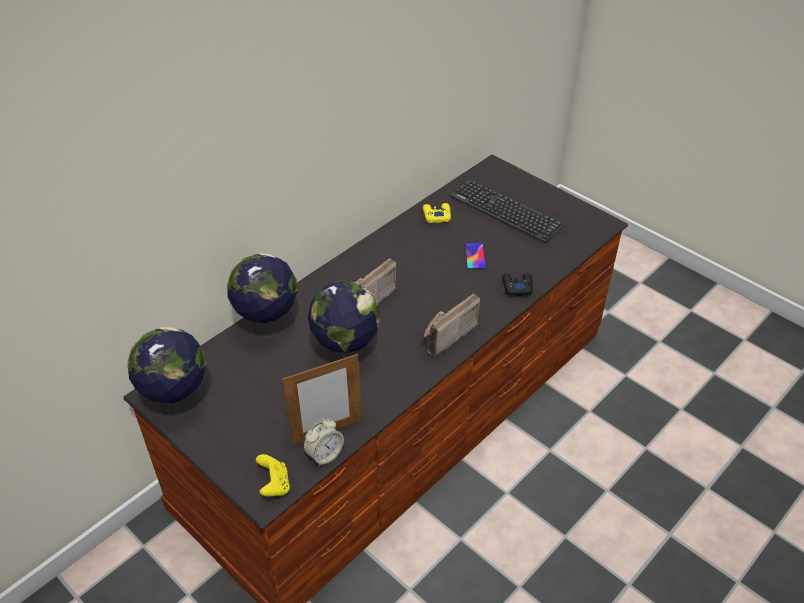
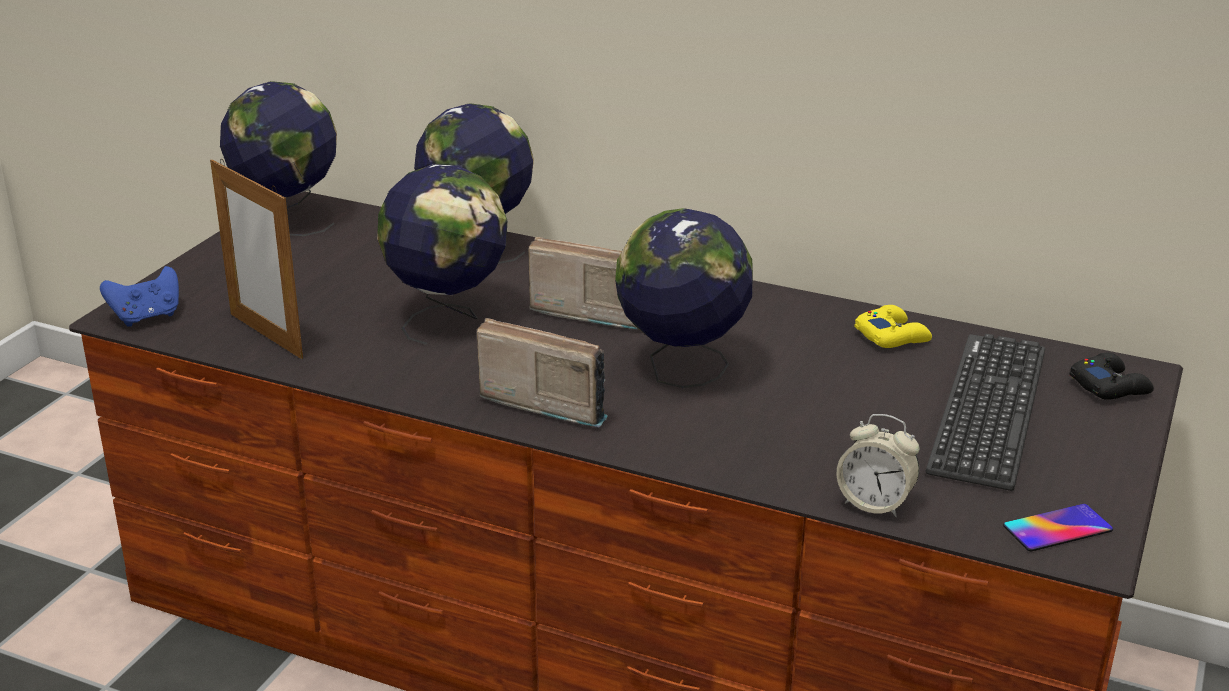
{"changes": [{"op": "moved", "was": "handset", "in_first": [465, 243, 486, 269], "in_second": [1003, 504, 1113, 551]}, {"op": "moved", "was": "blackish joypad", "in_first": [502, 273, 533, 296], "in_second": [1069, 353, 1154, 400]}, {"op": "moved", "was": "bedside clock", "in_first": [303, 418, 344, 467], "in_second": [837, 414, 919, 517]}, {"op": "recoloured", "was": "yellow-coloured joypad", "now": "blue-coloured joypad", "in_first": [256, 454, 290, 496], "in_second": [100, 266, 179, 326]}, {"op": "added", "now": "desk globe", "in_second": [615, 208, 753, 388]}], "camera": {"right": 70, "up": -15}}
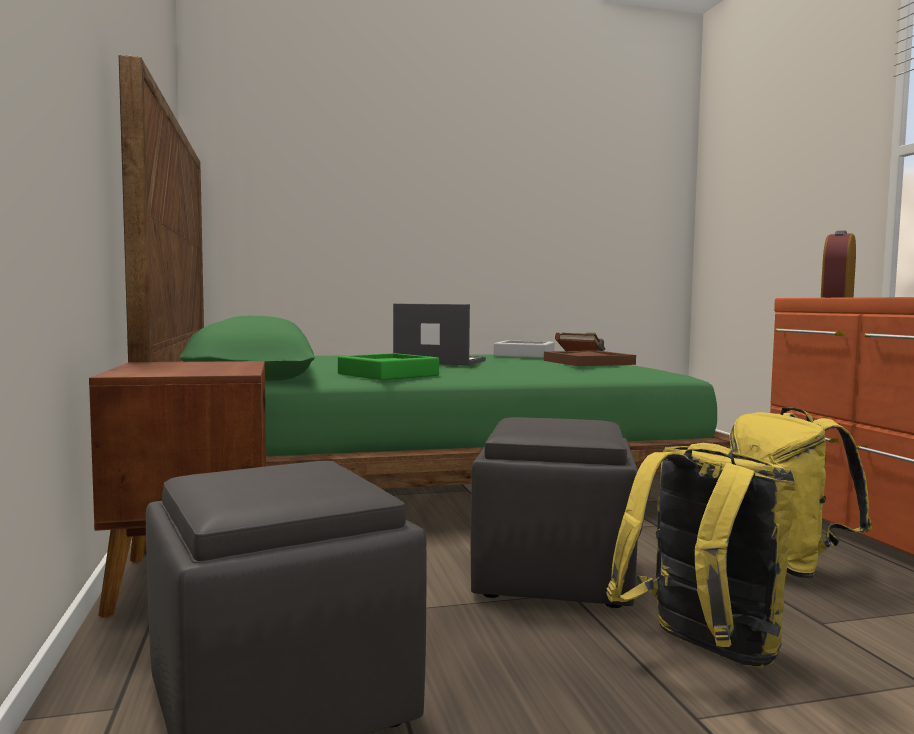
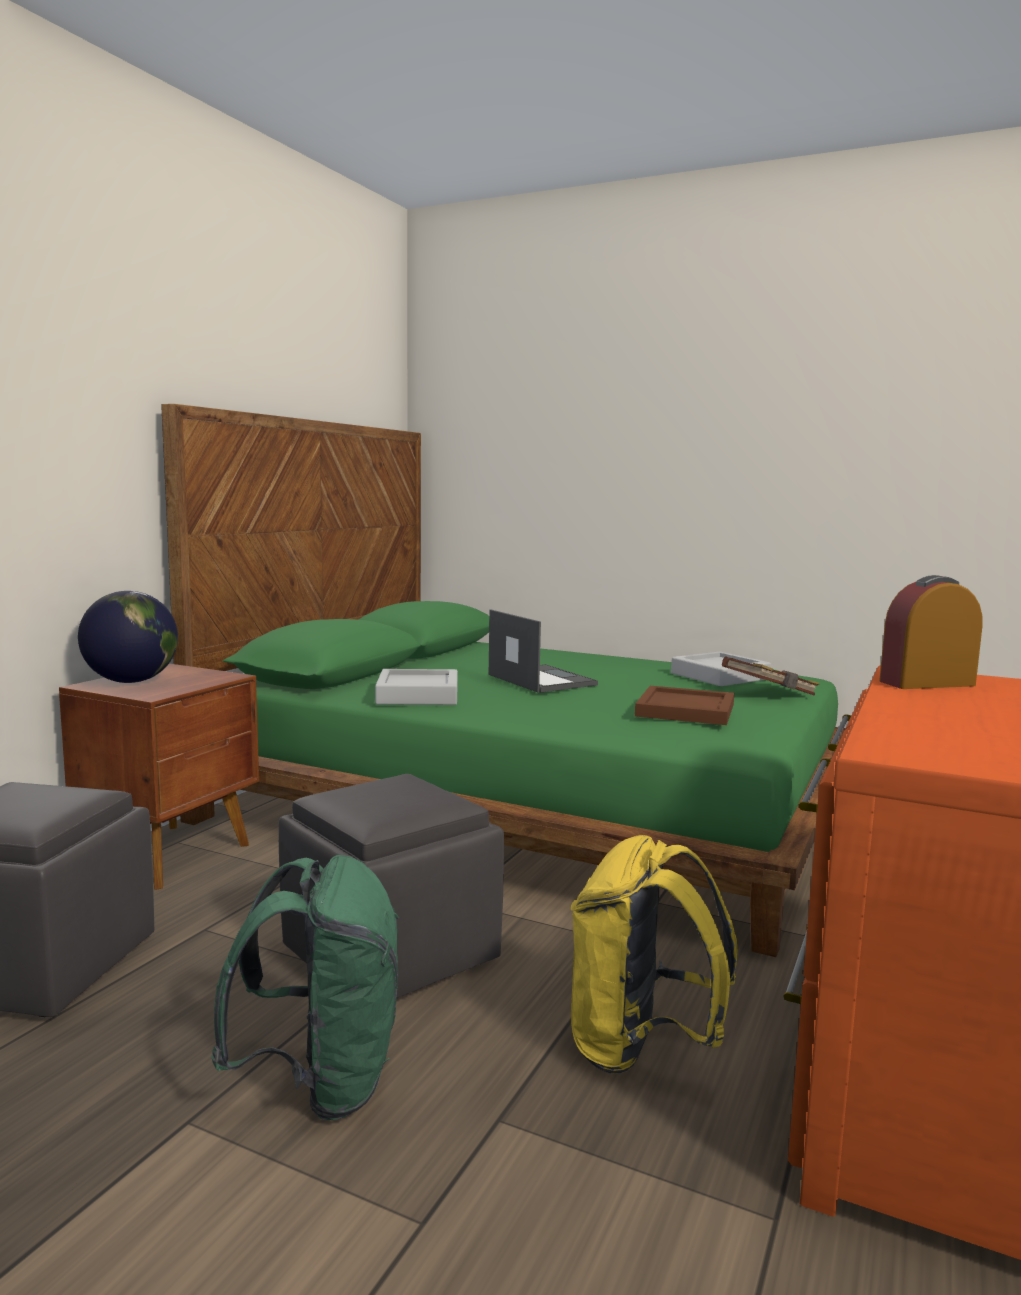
{"changes": [{"op": "recoloured", "was": "green-coloured carrying tray", "now": "gray carrying tray", "in_first": [338, 353, 439, 380], "in_second": [375, 669, 458, 705]}, {"op": "recoloured", "was": "yellow-coloured knapsack", "now": "green-coloured knapsack", "in_first": [606, 443, 796, 668], "in_second": [211, 855, 400, 1120]}, {"op": "added", "now": "desk globe", "in_second": [78, 591, 178, 683]}], "camera": {"right": 40, "up": 5}}
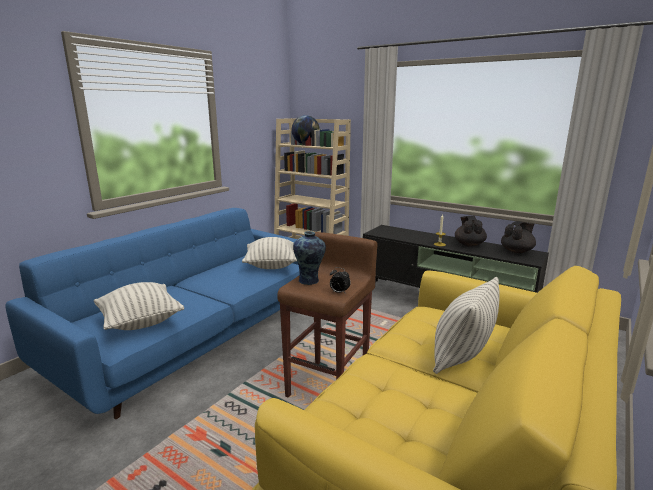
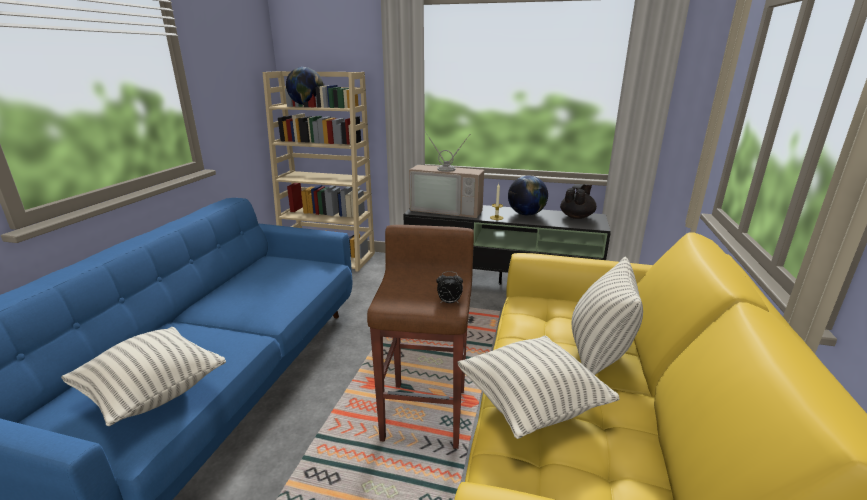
{"changes": [{"op": "replaced", "was": "blackish tea pot", "now": "desk globe", "in_first": [455, 216, 487, 247], "in_second": [508, 175, 548, 216]}, {"op": "removed", "was": "flower vase", "in_first": [293, 231, 326, 285]}, {"op": "moved", "was": "pillow", "in_first": [242, 237, 297, 269], "in_second": [457, 335, 620, 439]}, {"op": "added", "now": "television", "in_second": [409, 132, 484, 218]}], "camera": {"right": -20, "up": 5}}
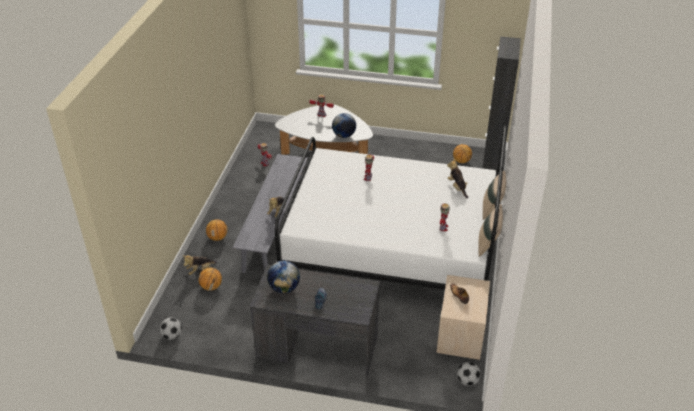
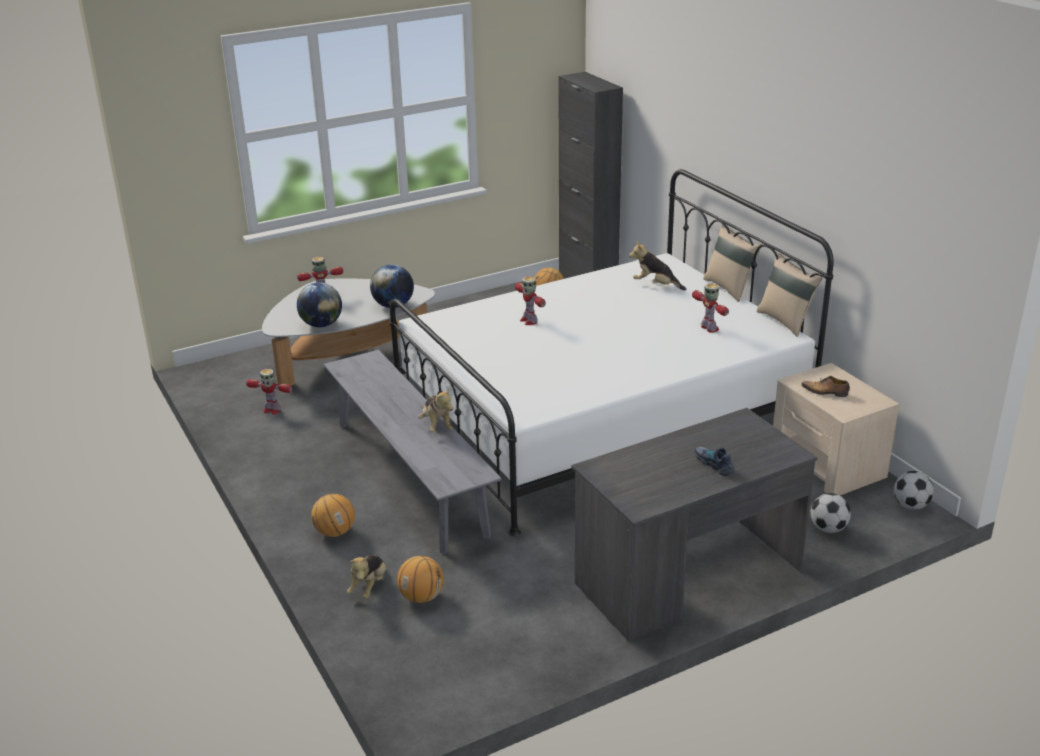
{"changes": [{"op": "moved", "was": "desk globe", "in_first": [267, 260, 300, 293], "in_second": [297, 282, 342, 327]}, {"op": "moved", "was": "ball for football", "in_first": [160, 317, 182, 340], "in_second": [810, 493, 851, 533]}], "camera": {"right": -40, "up": -10}}
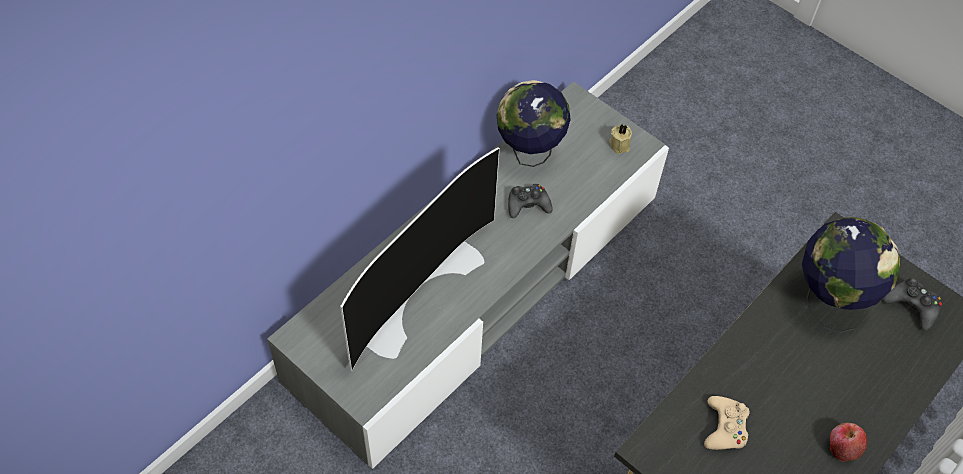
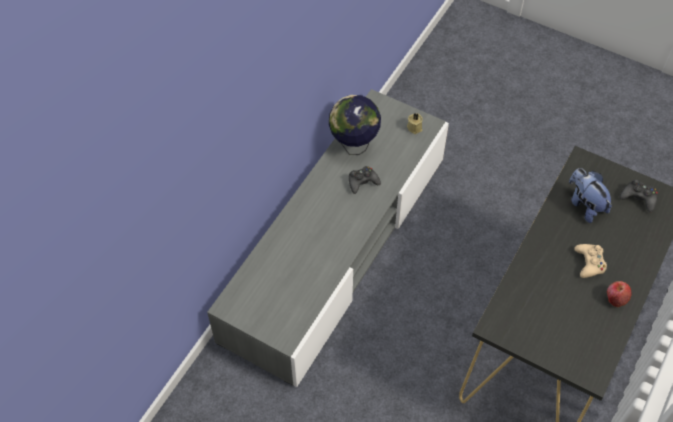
{"changes": [{"op": "removed", "was": "television", "in_first": [340, 147, 500, 371]}, {"op": "replaced", "was": "desk globe", "now": "plush toy", "in_first": [802, 217, 900, 333], "in_second": [569, 168, 612, 223]}, {"op": "moved", "was": "beige joypad", "in_first": [704, 396, 749, 450], "in_second": [574, 244, 607, 278]}], "camera": {"right": -10, "up": 0}}
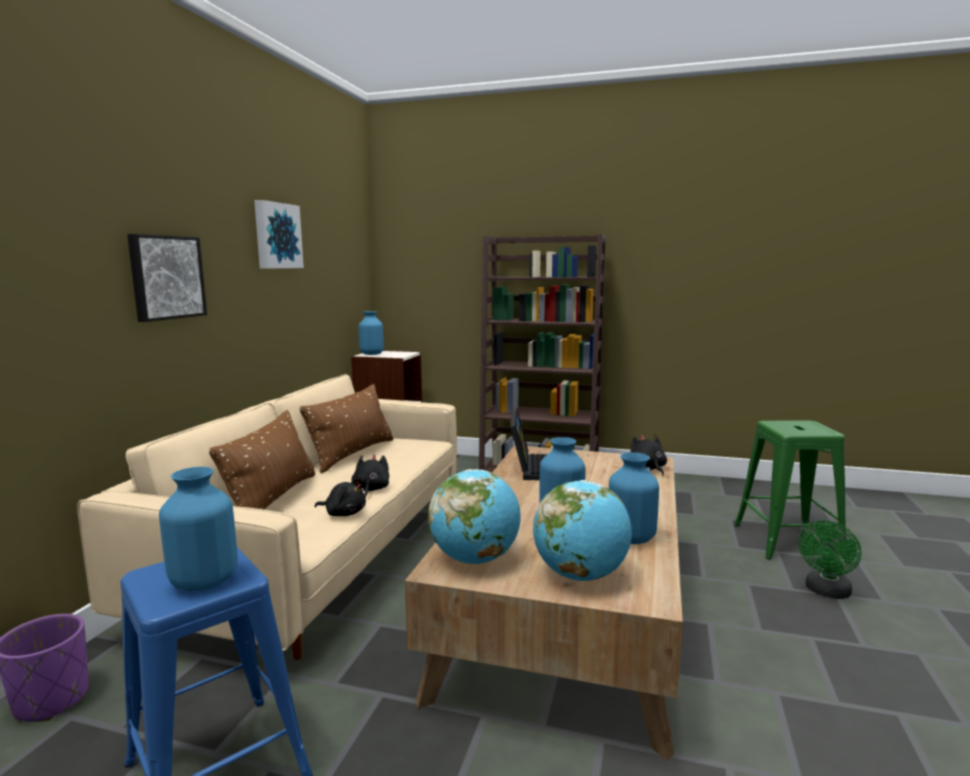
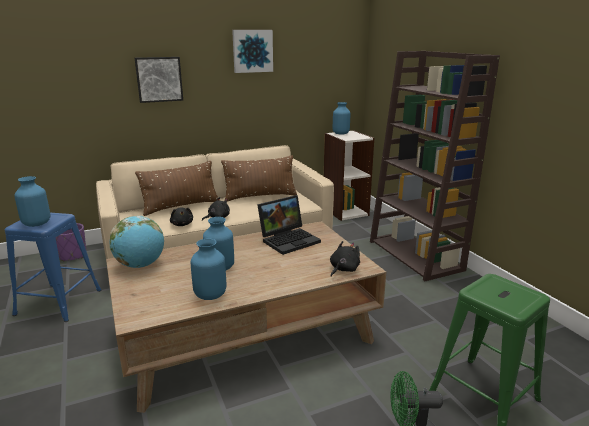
{"changes": [{"op": "removed", "was": "desk globe", "in_first": [533, 480, 632, 581]}], "camera": {"right": 50, "up": 10}}
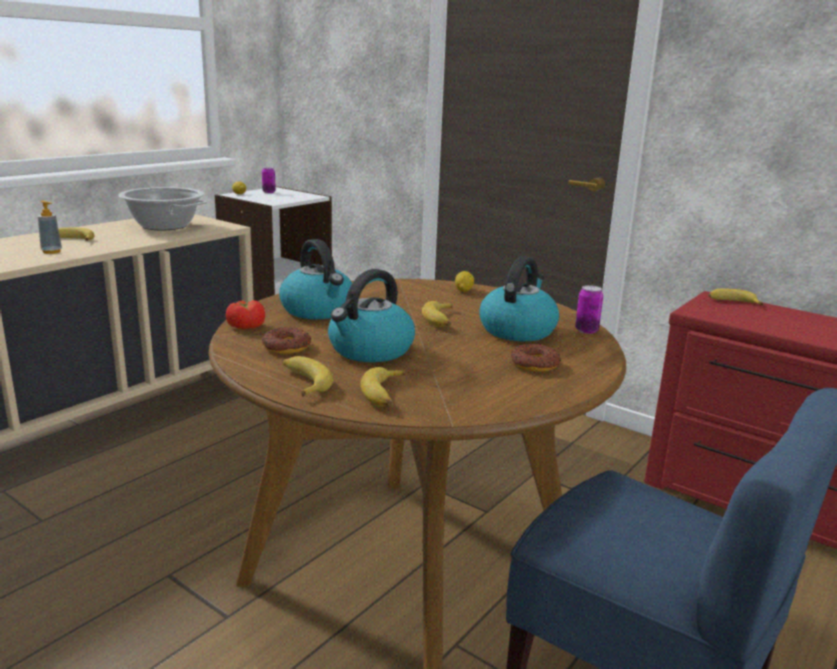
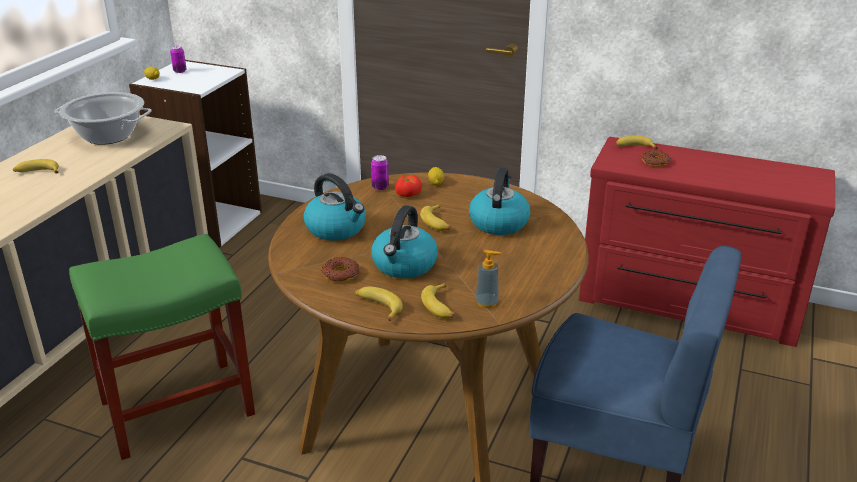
{"changes": [{"op": "moved", "was": "liquid soap bottle", "in_first": [38, 201, 62, 254], "in_second": [476, 250, 501, 308]}, {"op": "moved", "was": "metal can", "in_first": [575, 285, 603, 334], "in_second": [371, 155, 389, 190]}, {"op": "moved", "was": "fresh tomato", "in_first": [226, 300, 265, 329], "in_second": [395, 175, 422, 197]}, {"op": "moved", "was": "doughnut", "in_first": [511, 344, 561, 372], "in_second": [641, 150, 670, 167]}, {"op": "added", "now": "green-coloured stool", "in_second": [69, 234, 255, 460]}], "camera": {"right": -15, "up": 10}}
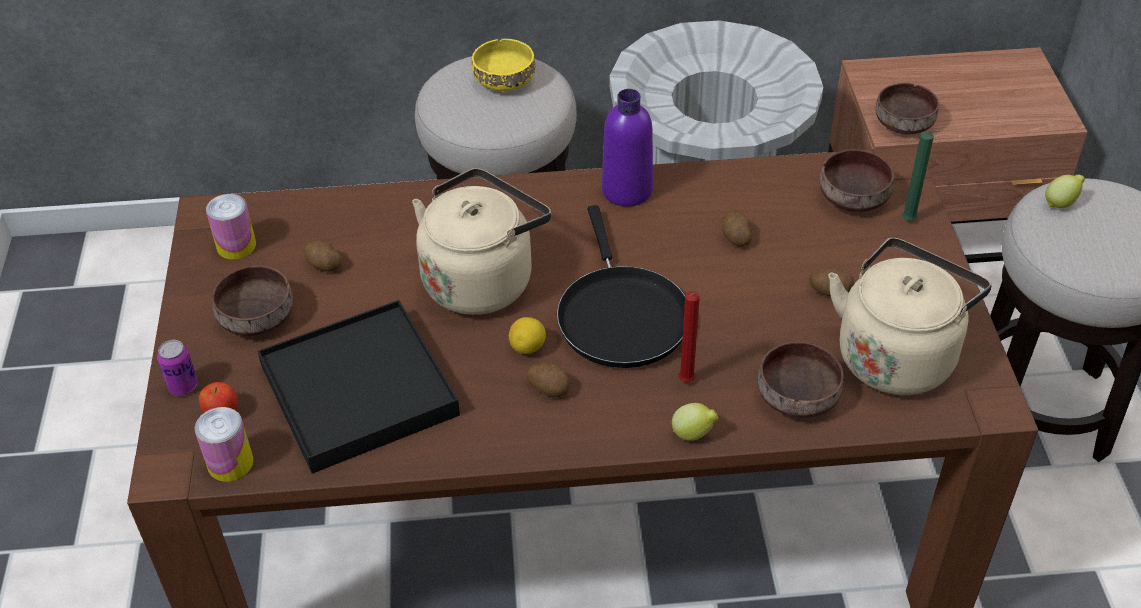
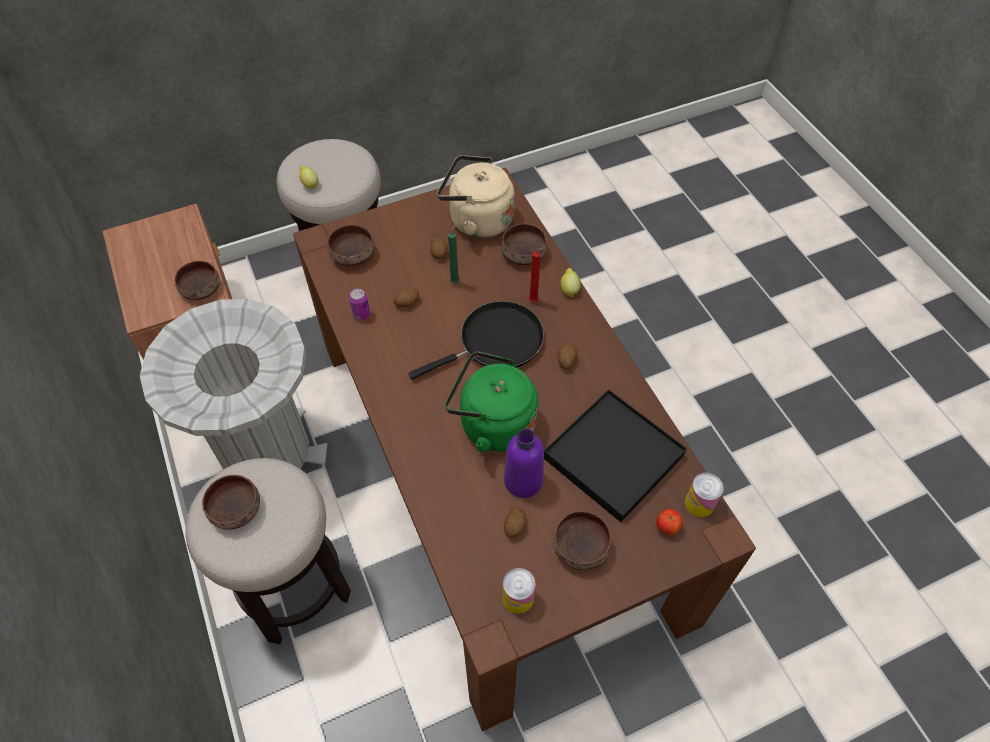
{"changes": [{"op": "recoloured", "was": "yellow-coloured bowl", "now": "brown-coloured bowl", "in_first": [472, 39, 535, 91], "in_second": [202, 475, 260, 530]}, {"op": "moved", "was": "purple drink bottle", "in_first": [602, 89, 653, 207], "in_second": [504, 429, 544, 498]}, {"op": "moved", "was": "green-coloured candle", "in_first": [902, 130, 941, 221], "in_second": [448, 224, 460, 284]}, {"op": "recoloured", "was": "beige water kettle", "now": "green-coloured water kettle", "in_first": [412, 168, 551, 315], "in_second": [445, 351, 538, 452]}, {"op": "removed", "was": "lemon", "in_first": [509, 317, 546, 354]}, {"op": "moved", "was": "metal can", "in_first": [157, 340, 198, 396], "in_second": [349, 288, 370, 320]}], "camera": {"right": -110, "up": 10}}
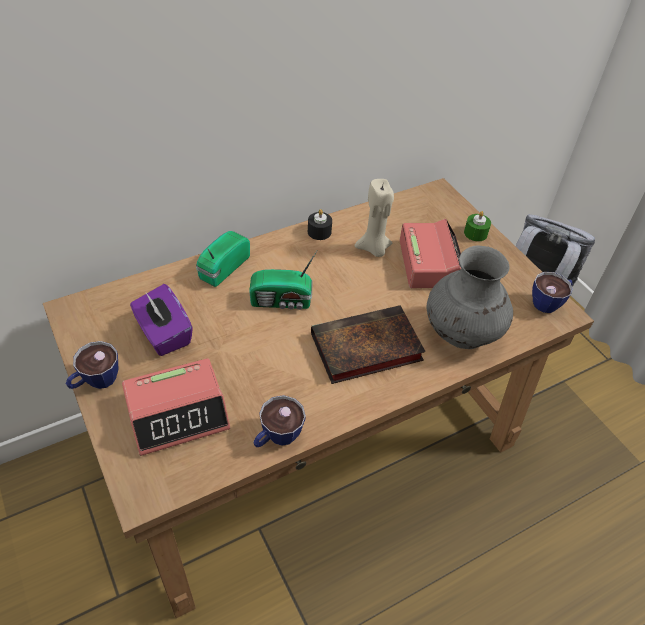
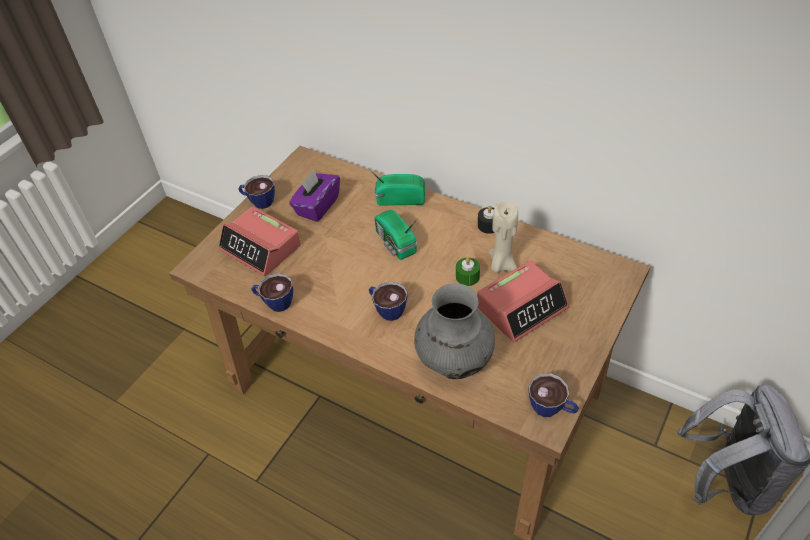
{"changes": [{"op": "moved", "was": "green-coloured candle", "in_first": [464, 211, 491, 241], "in_second": [456, 257, 480, 286]}, {"op": "replaced", "was": "book", "now": "small cup", "in_first": [311, 305, 426, 384], "in_second": [369, 282, 407, 321]}], "camera": {"right": 65, "up": 0}}
